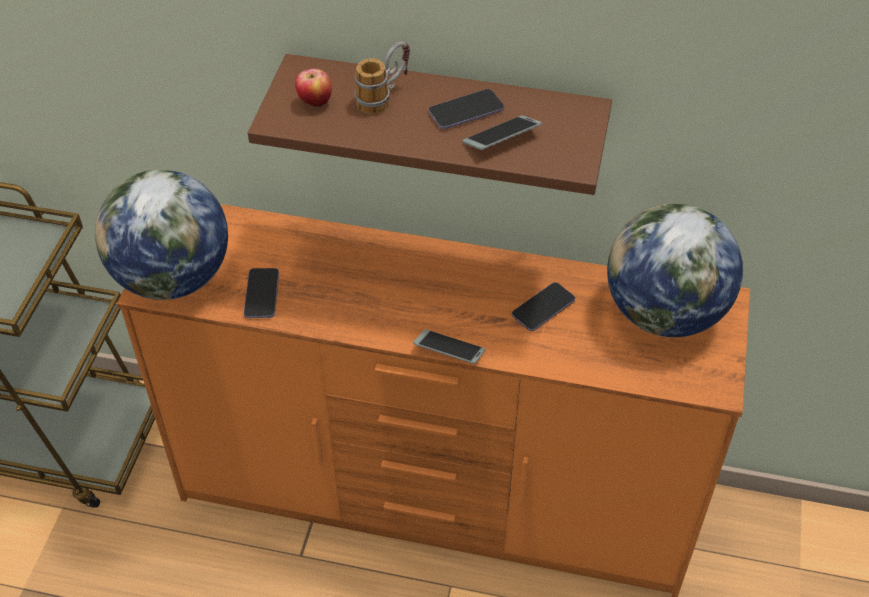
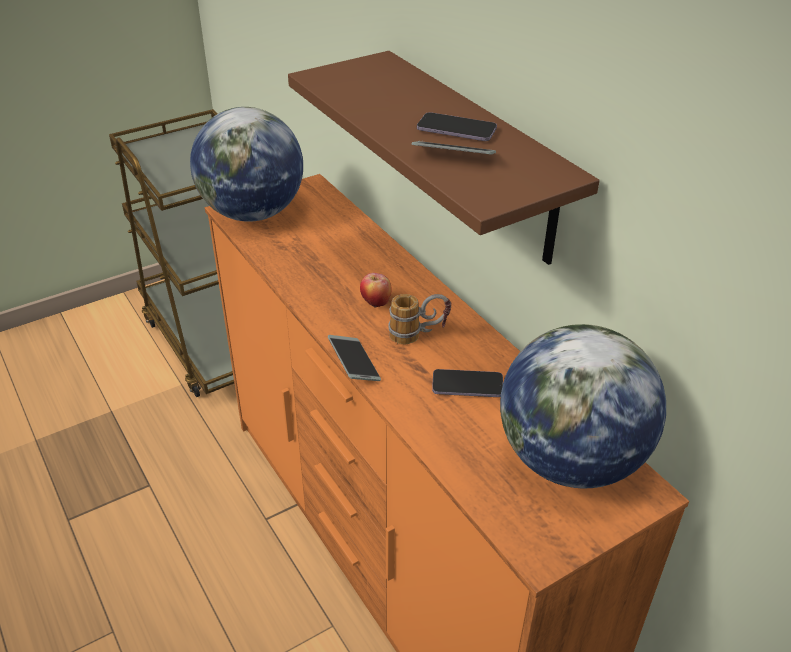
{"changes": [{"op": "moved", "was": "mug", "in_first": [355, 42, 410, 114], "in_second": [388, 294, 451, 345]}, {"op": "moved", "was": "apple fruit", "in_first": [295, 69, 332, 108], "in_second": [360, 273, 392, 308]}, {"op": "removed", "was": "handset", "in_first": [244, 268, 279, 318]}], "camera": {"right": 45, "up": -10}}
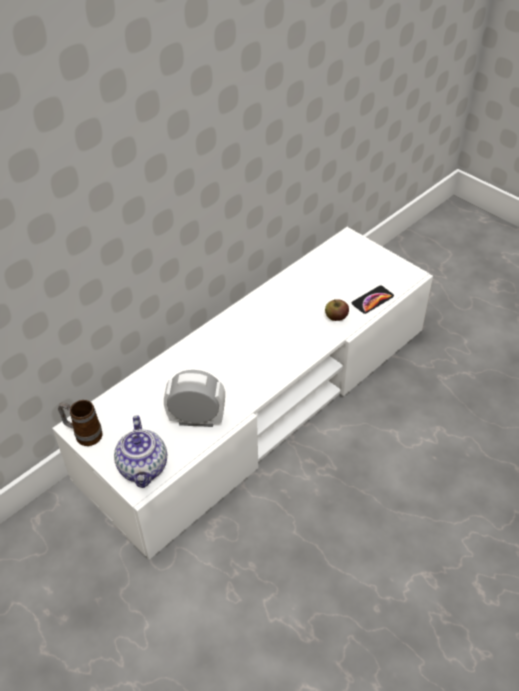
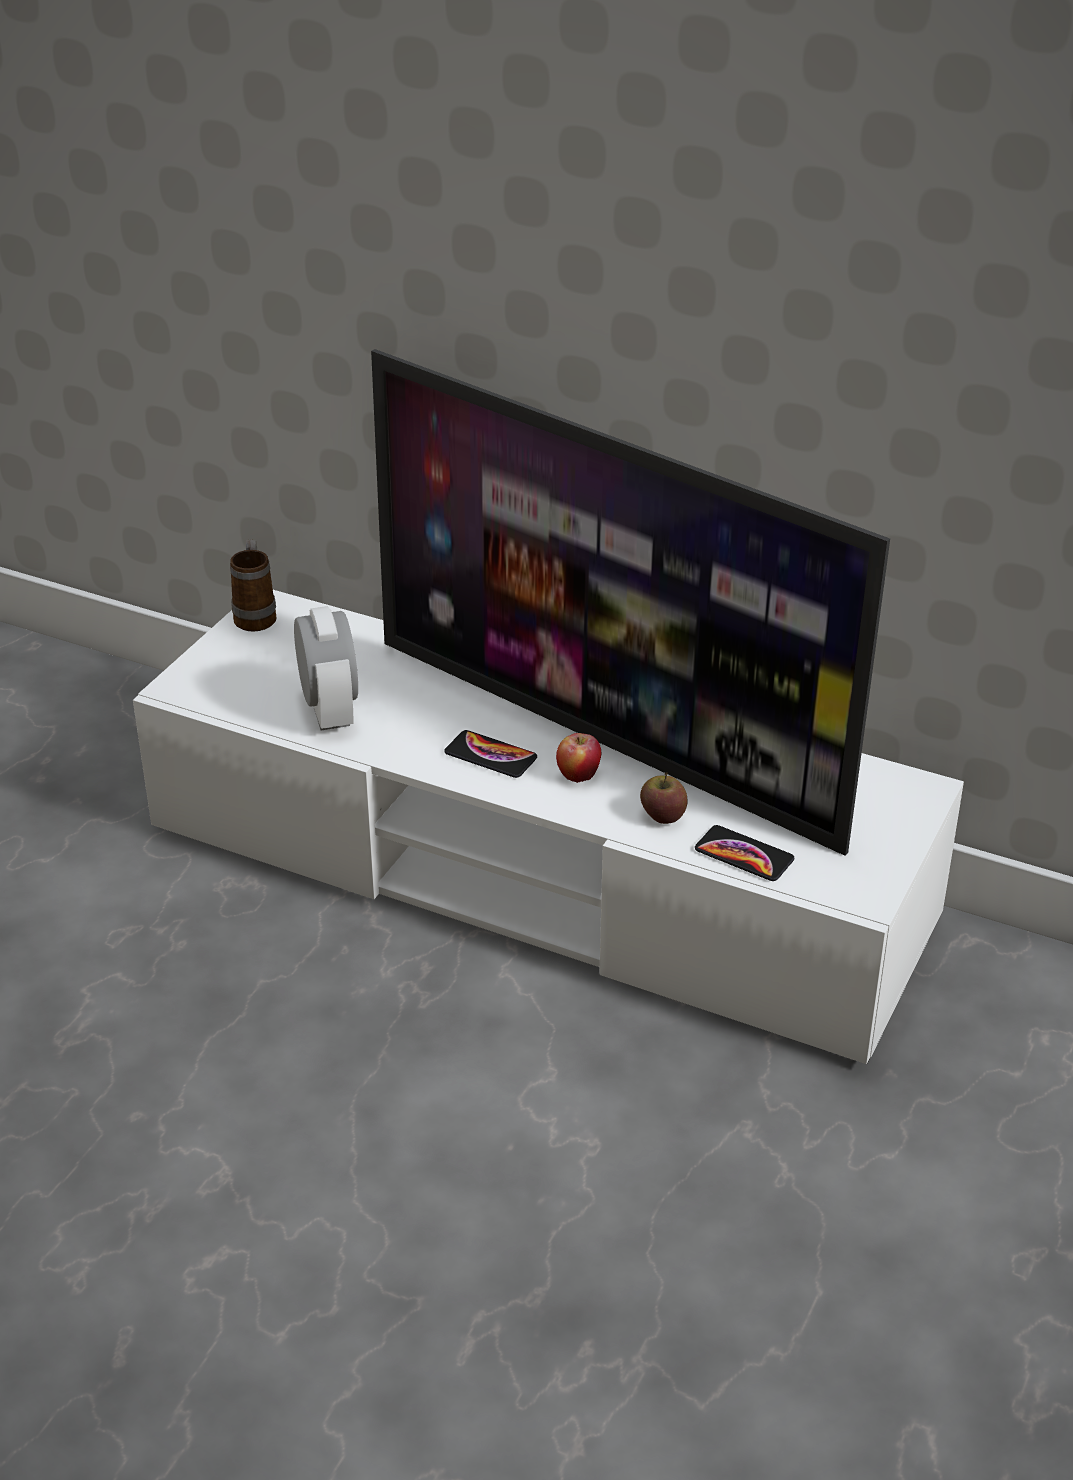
{"changes": [{"op": "removed", "was": "tea pot", "in_first": [114, 415, 167, 488]}, {"op": "added", "now": "television", "in_second": [371, 349, 890, 856]}, {"op": "added", "now": "handset", "in_second": [444, 730, 537, 778]}, {"op": "added", "now": "apple fruit", "in_second": [556, 733, 602, 783]}], "camera": {"right": 70, "up": -10}}
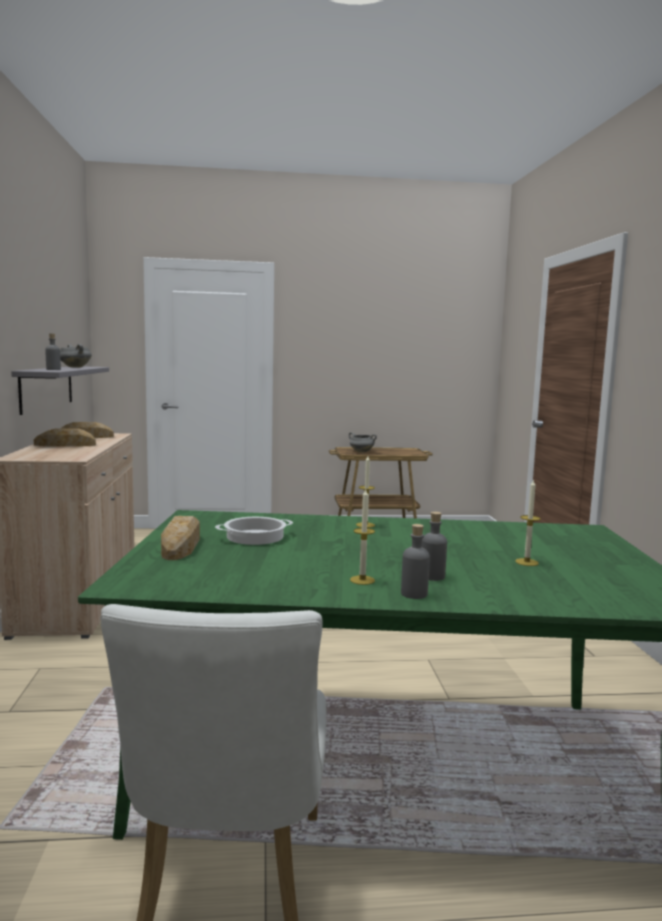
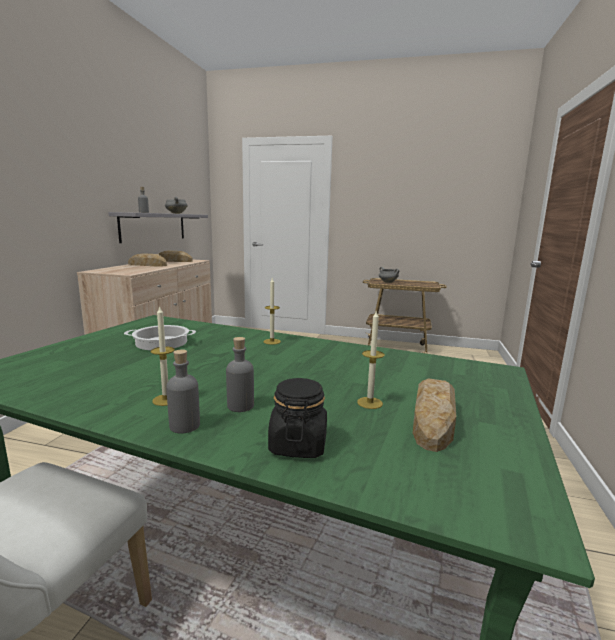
{"changes": [{"op": "moved", "was": "bread", "in_first": [161, 516, 200, 560], "in_second": [413, 378, 456, 452]}, {"op": "added", "now": "blackish jar", "in_second": [268, 378, 327, 458]}], "camera": {"right": 20, "up": 5}}
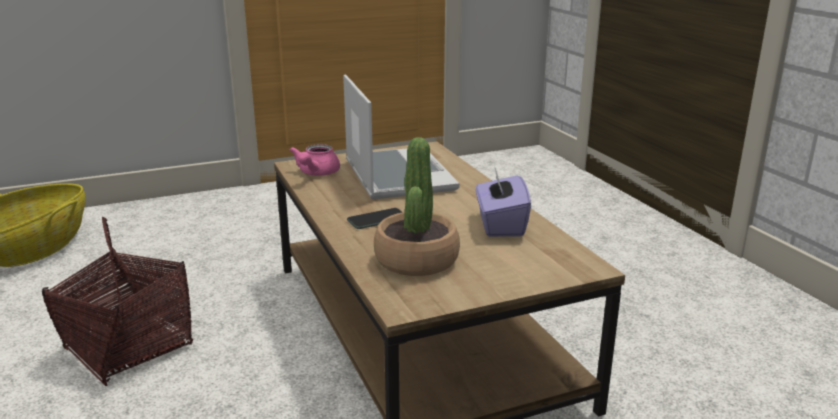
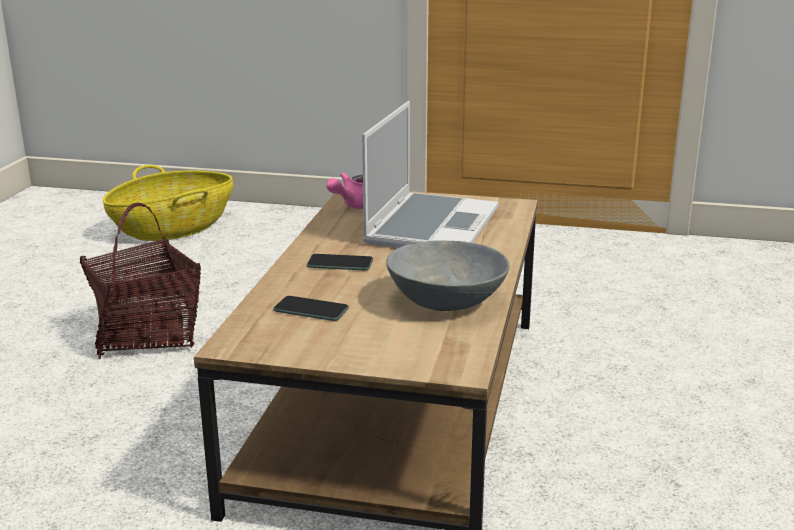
{"changes": [{"op": "replaced", "was": "plant in a pot", "now": "handset", "in_first": [374, 137, 460, 276], "in_second": [273, 296, 349, 321]}, {"op": "replaced", "was": "purple tissue box", "now": "gray bowl", "in_first": [476, 168, 531, 237], "in_second": [386, 240, 510, 311]}], "camera": {"right": 35, "up": 0}}
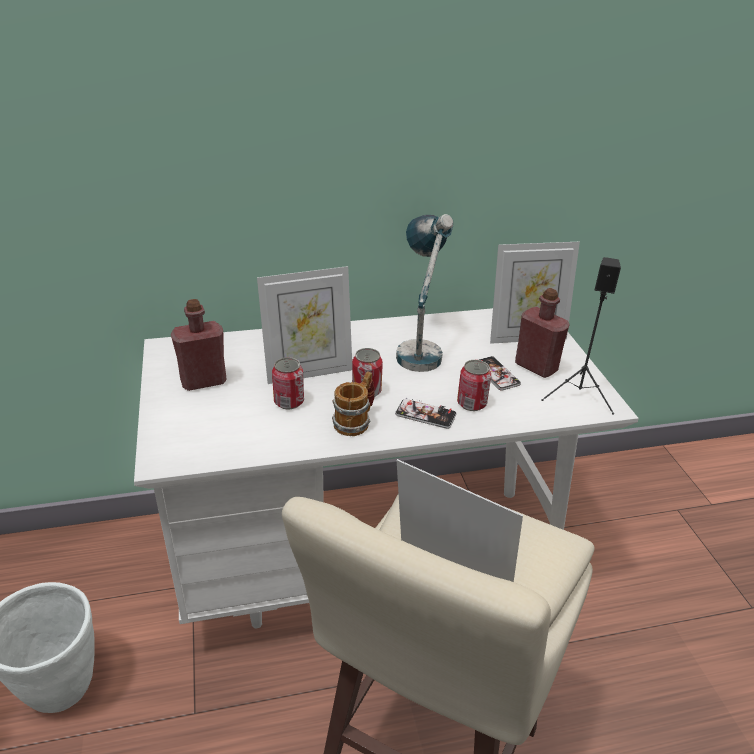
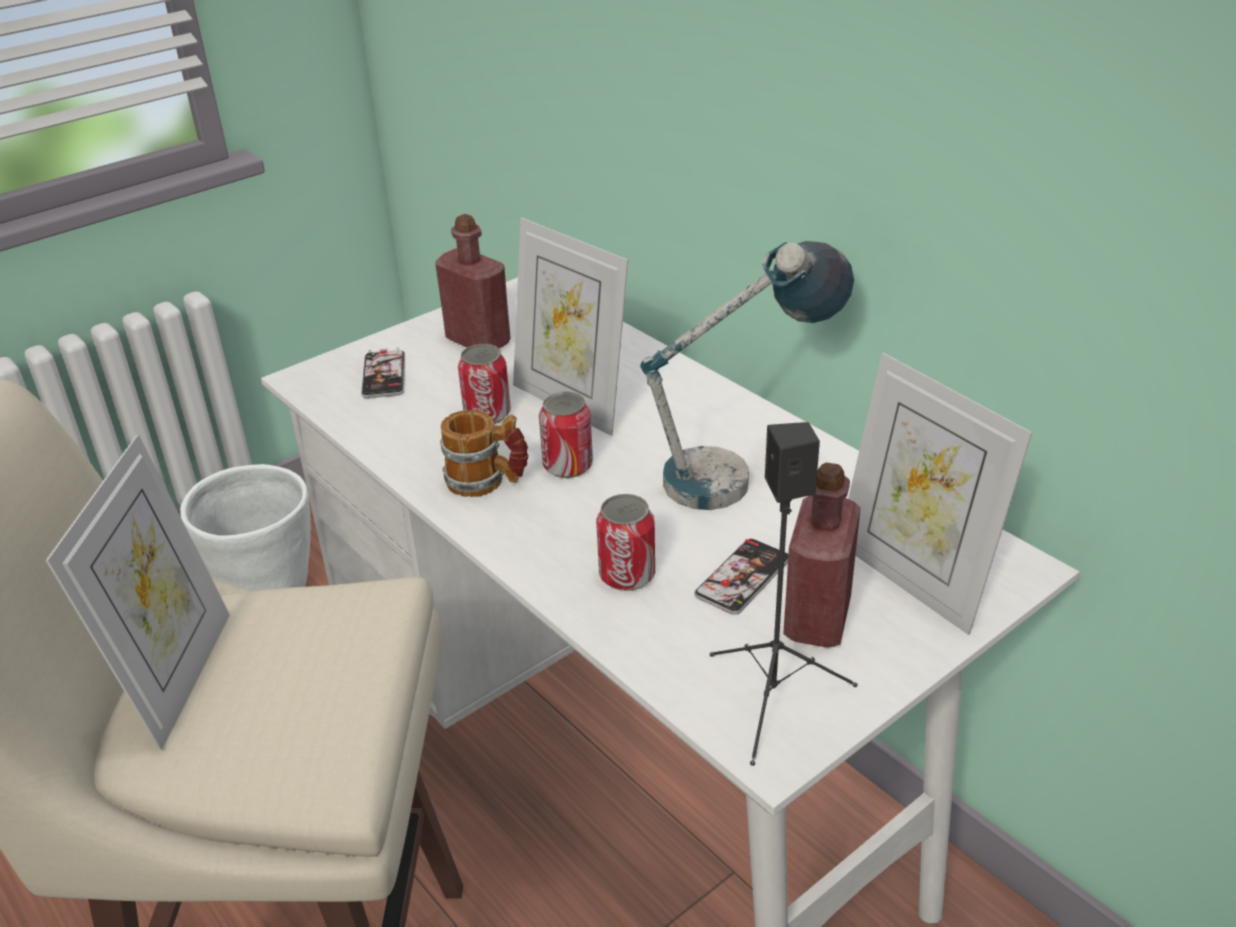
{"changes": [{"op": "moved", "was": "handset", "in_first": [395, 398, 457, 429], "in_second": [361, 348, 405, 398]}], "camera": {"right": 65, "up": 0}}
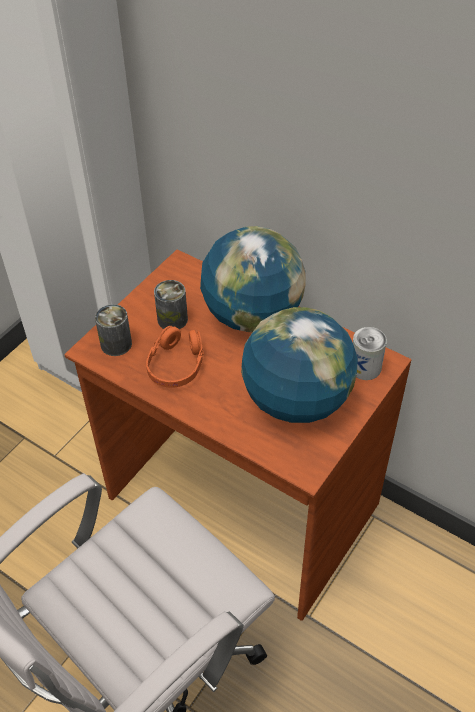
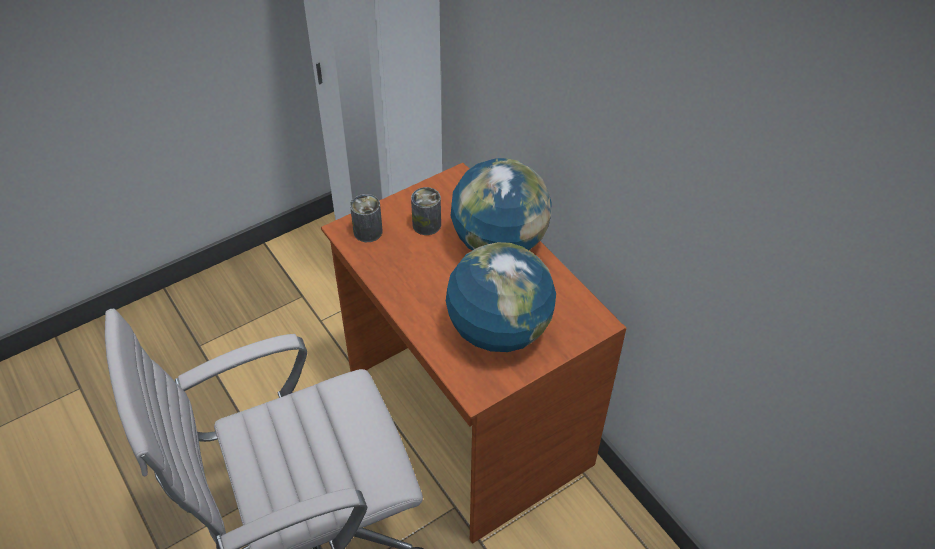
{"changes": [{"op": "removed", "was": "orange headset", "in_first": [146, 326, 204, 388]}, {"op": "removed", "was": "metal can", "in_first": [353, 327, 387, 380]}], "camera": {"right": 20, "up": 0}}
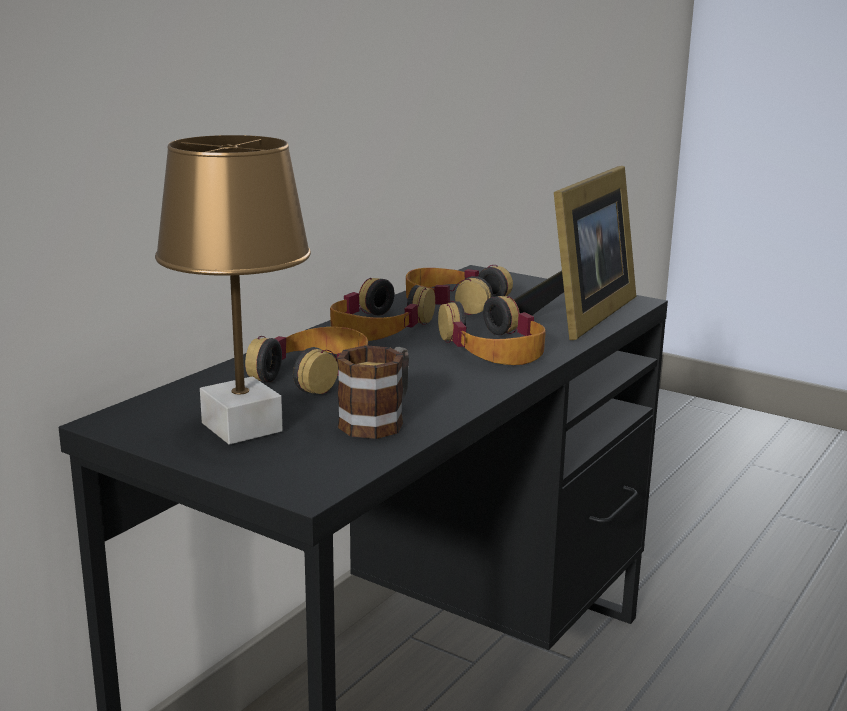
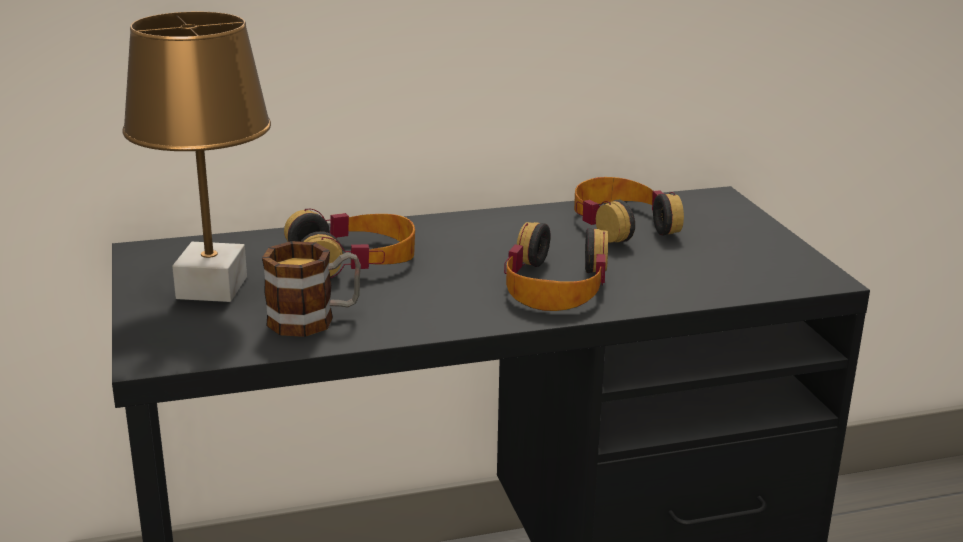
{"changes": [{"op": "removed", "was": "picture frame", "in_first": [514, 166, 636, 340]}, {"op": "removed", "was": "headset", "in_first": [330, 278, 435, 341]}], "camera": {"right": 40, "up": 5}}
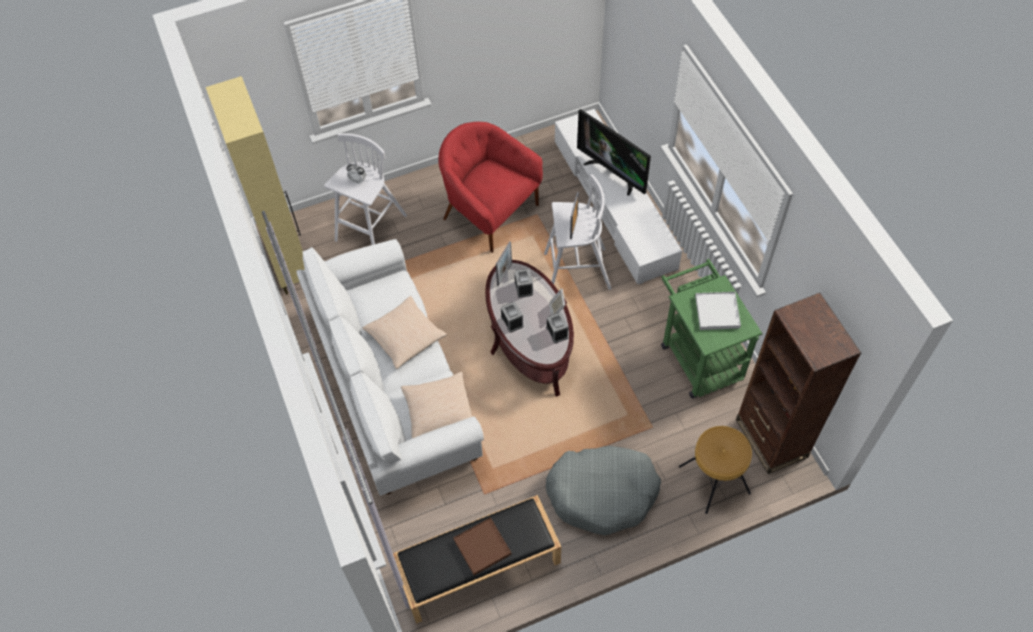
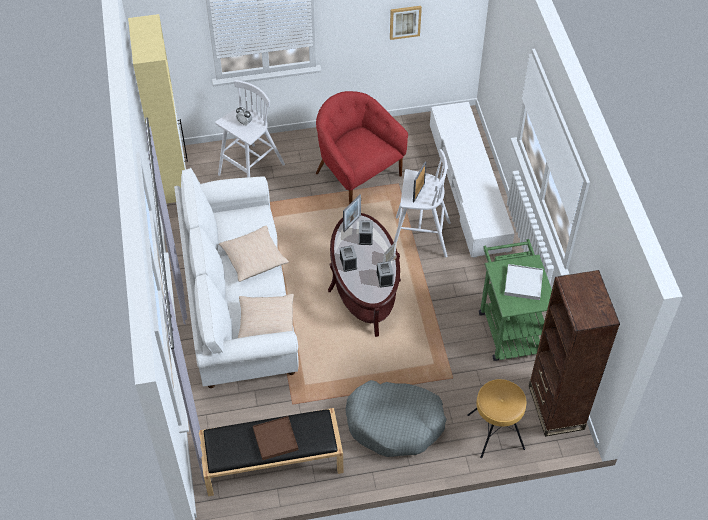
{"changes": [{"op": "removed", "was": "television", "in_first": [577, 109, 651, 196]}, {"op": "added", "now": "picture", "in_second": [390, 6, 422, 40]}], "camera": {"right": 10, "up": -5}}
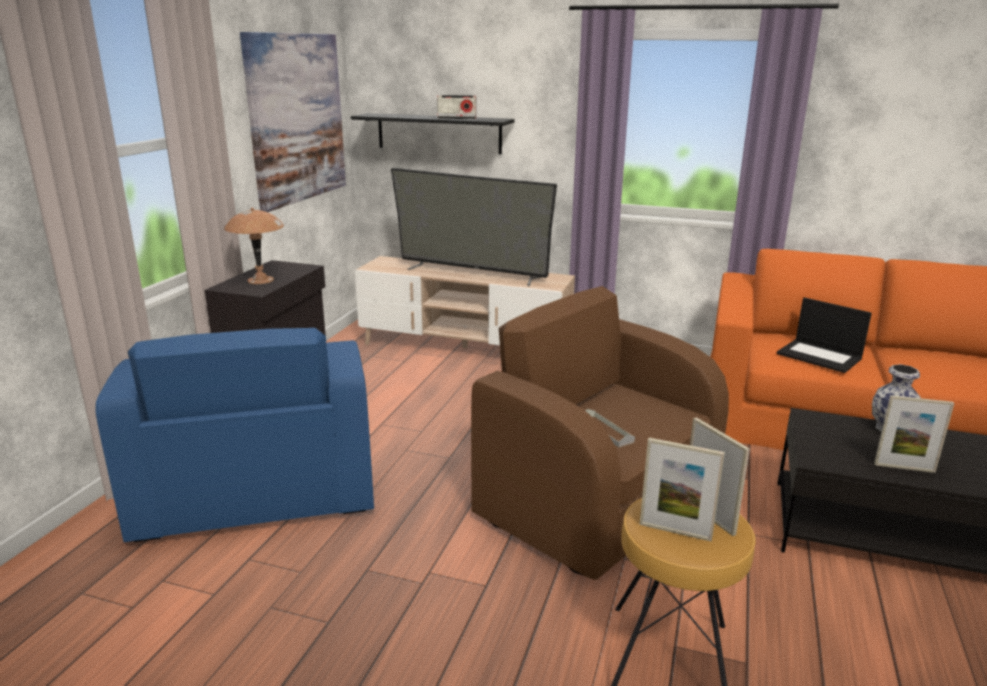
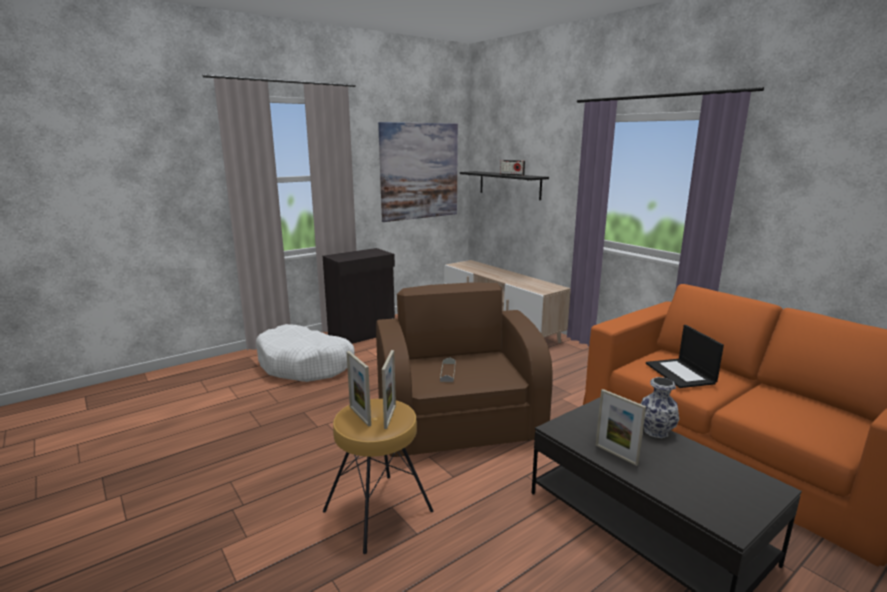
{"changes": [{"op": "removed", "was": "television", "in_first": [391, 168, 557, 286]}, {"op": "removed", "was": "brown-coloured table lamp", "in_first": [224, 208, 284, 284]}, {"op": "replaced", "was": "blue-coloured armchair", "now": "white-coloured dog bed", "in_first": [95, 328, 374, 542], "in_second": [256, 324, 355, 382]}], "camera": {"right": 35, "up": -5}}
